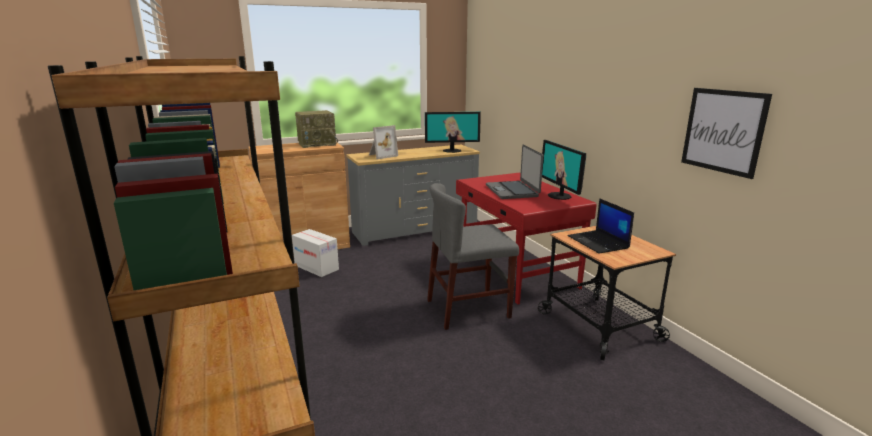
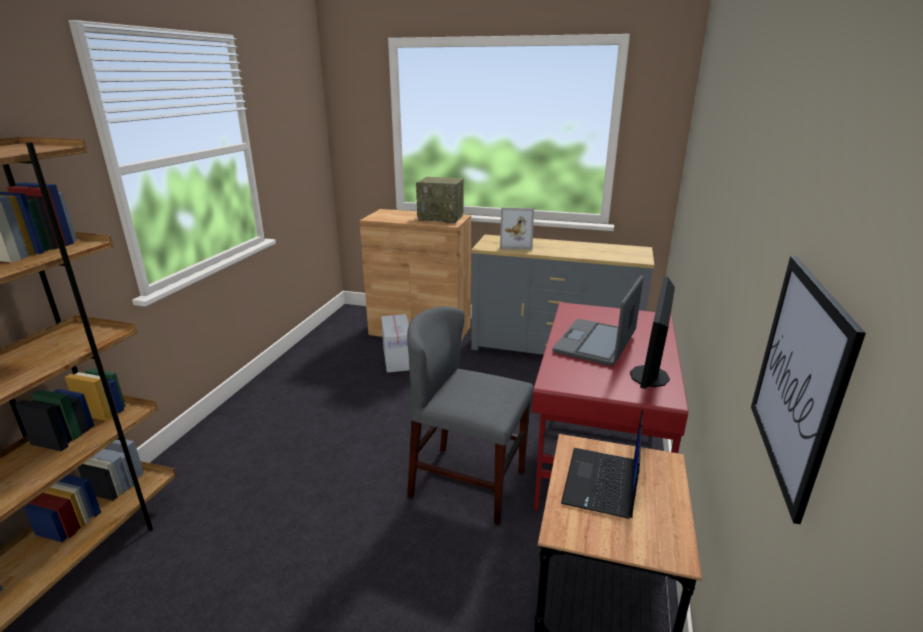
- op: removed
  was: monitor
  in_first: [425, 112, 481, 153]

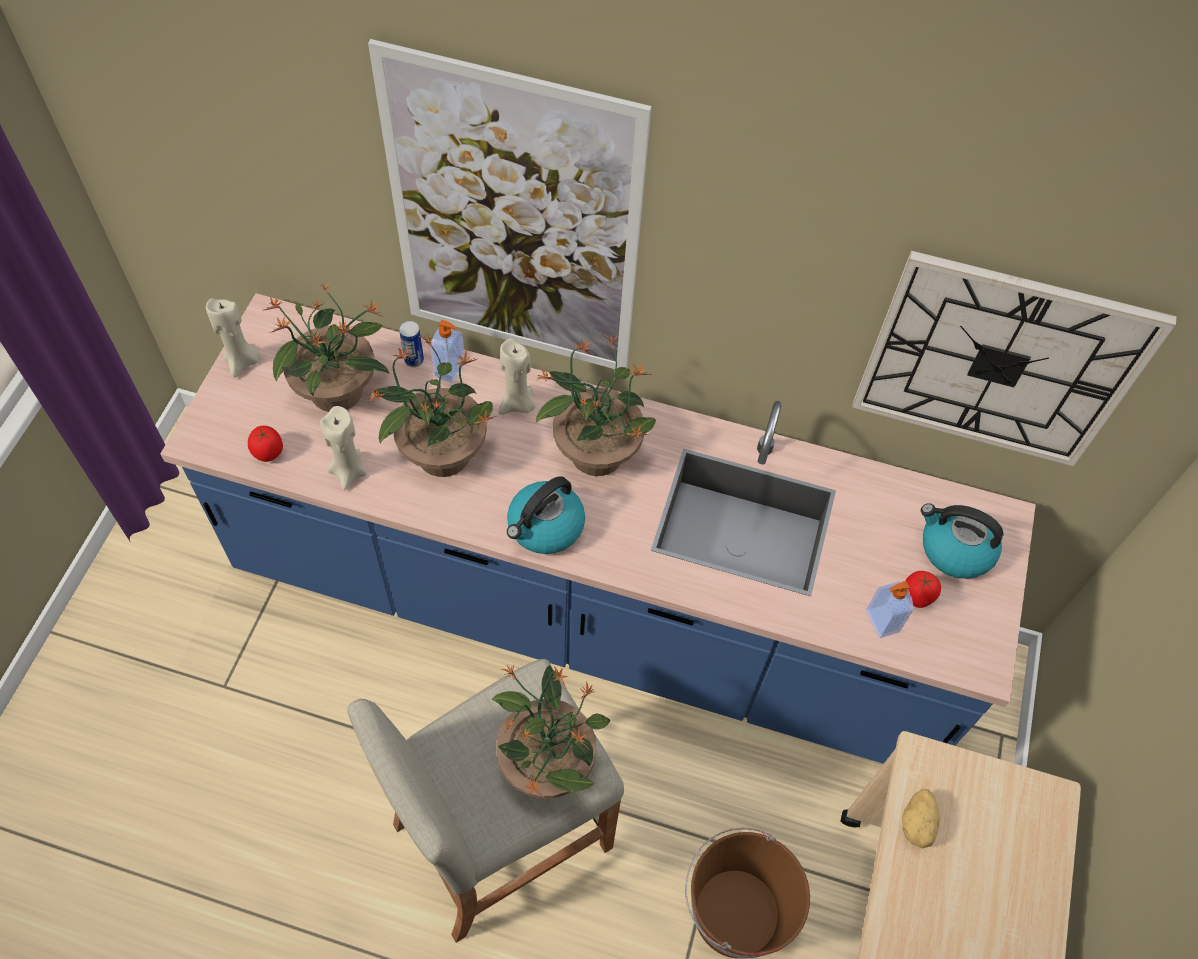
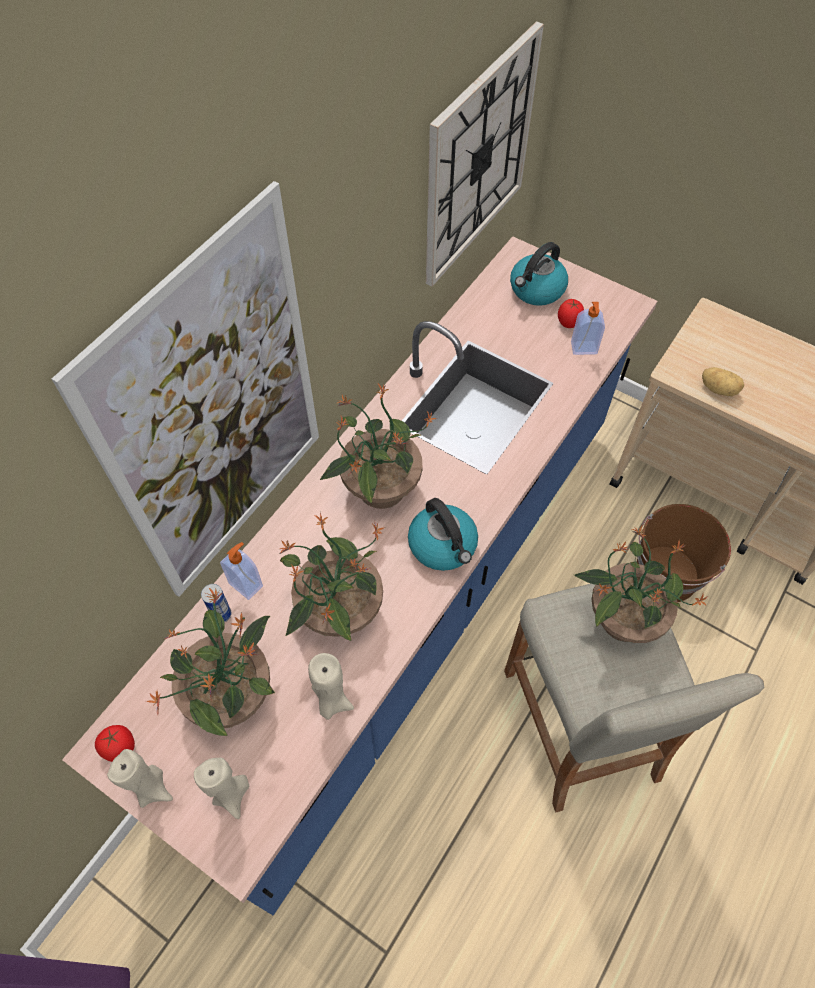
- op: moved
  was: pomidor
  in_first: [248, 426, 283, 462]
  in_second: [95, 725, 135, 762]
- op: moved
  was: świeca/beżowy
  in_first: [499, 338, 536, 415]
  in_second: [194, 758, 249, 819]

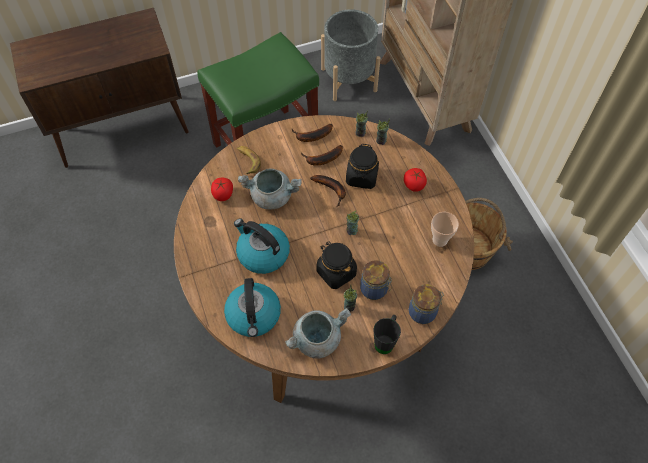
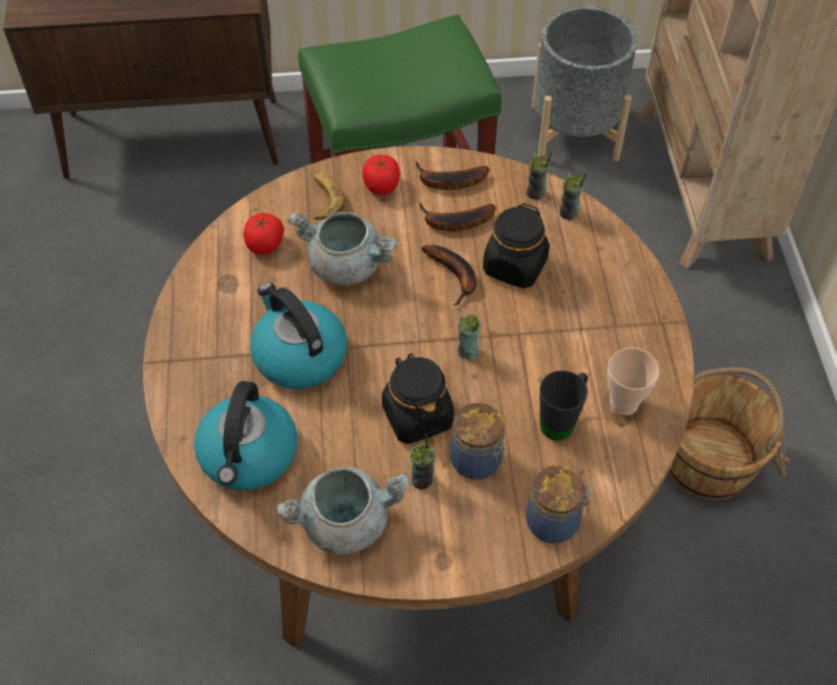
- op: moved
  was: pomidor
  in_first: [404, 168, 427, 192]
  in_second: [363, 155, 400, 195]
- op: moved
  was: kubek/czarny
  in_first: [373, 315, 401, 354]
  in_second: [540, 370, 588, 441]

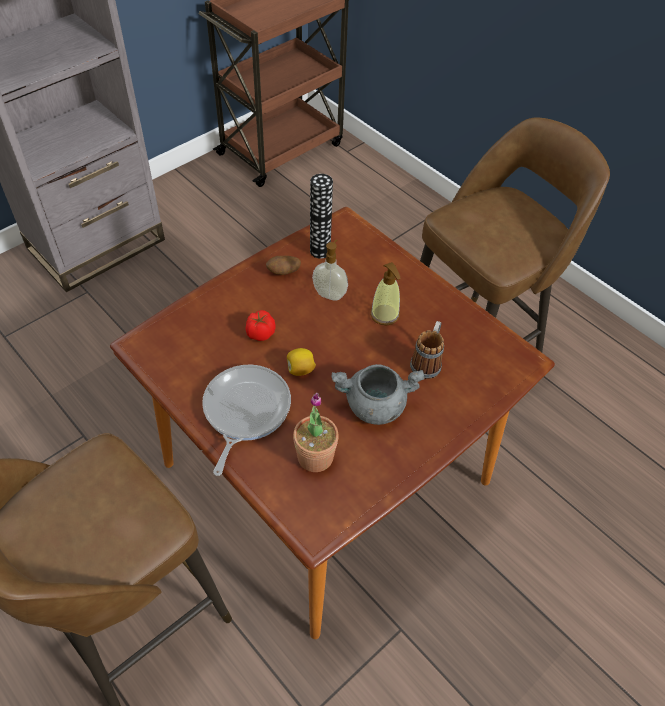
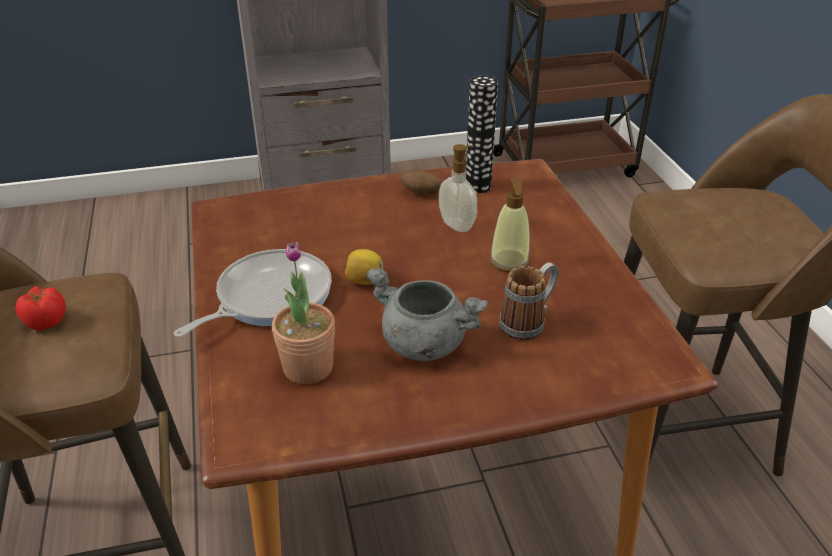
- op: moved
  was: pomidor
  in_first: [245, 310, 276, 341]
  in_second: [15, 286, 66, 331]

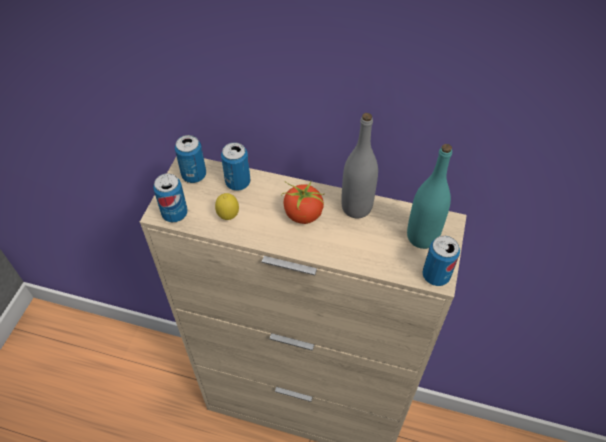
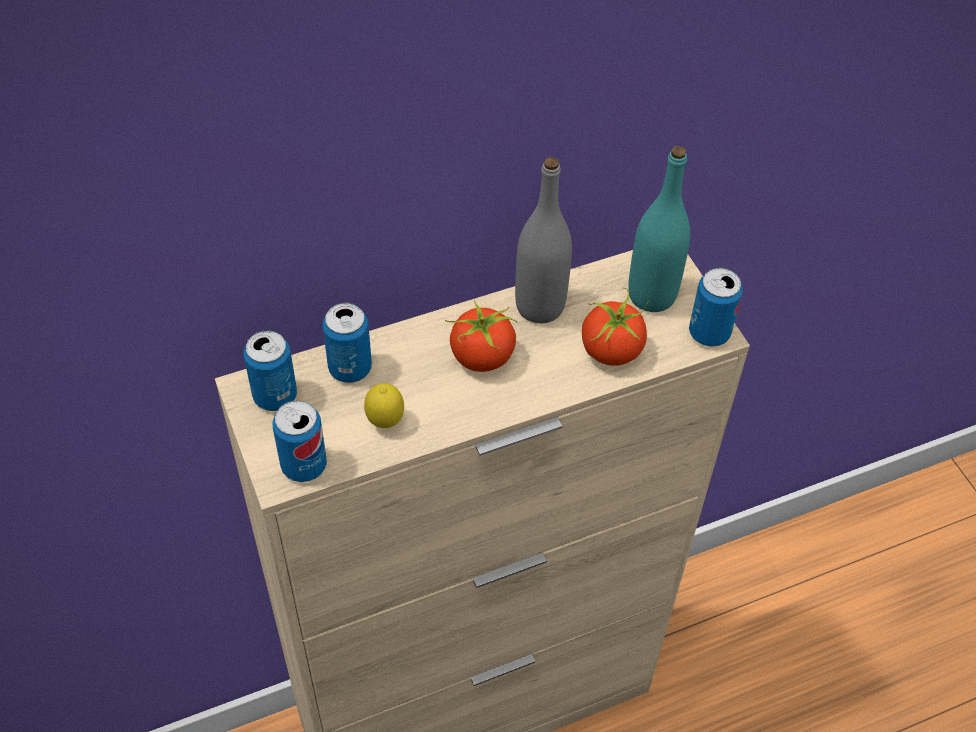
- op: added
  now: pomidor
  in_second: [582, 287, 650, 366]

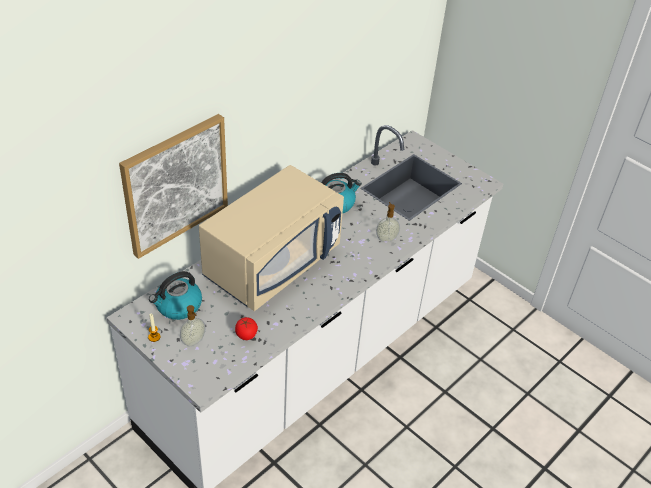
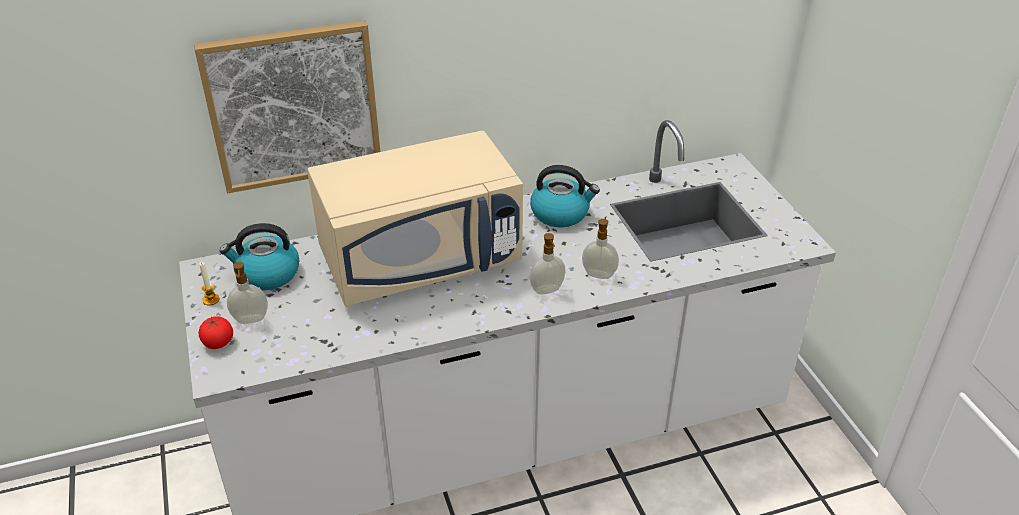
- op: moved
  was: pomidor
  in_first: [235, 317, 258, 340]
  in_second: [199, 316, 233, 349]
- op: added
  now: dozownik mydła
  in_second: [530, 233, 566, 294]

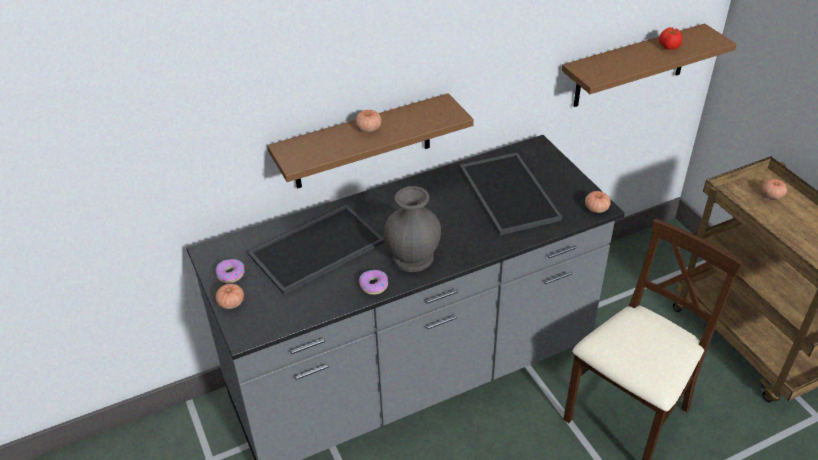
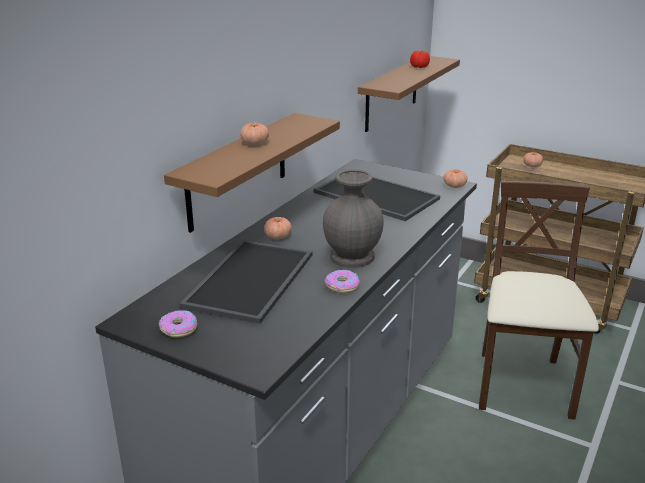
- op: moved
  was: pomidor
  in_first: [216, 284, 244, 309]
  in_second: [264, 217, 292, 239]

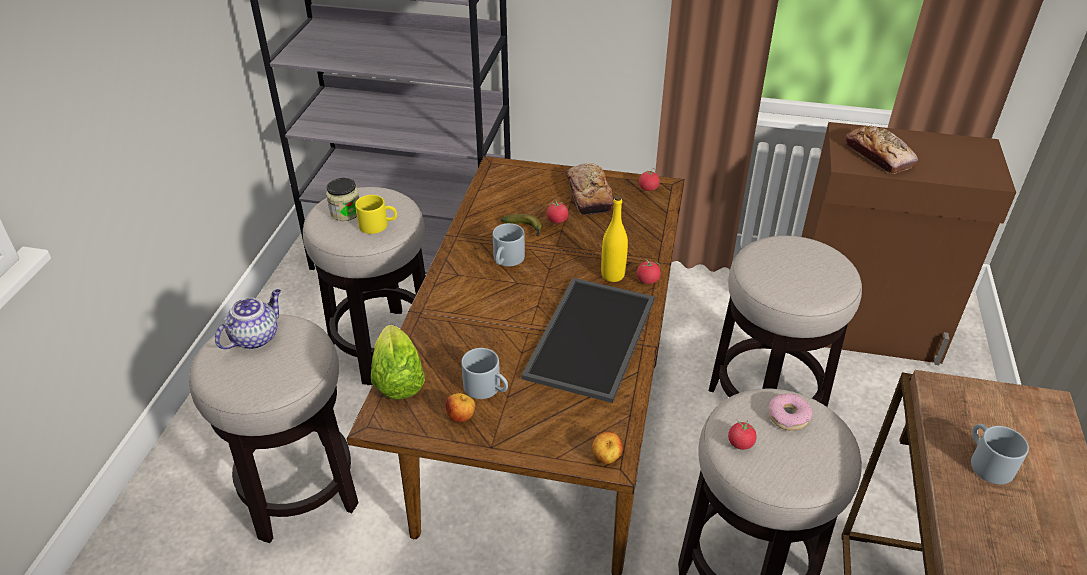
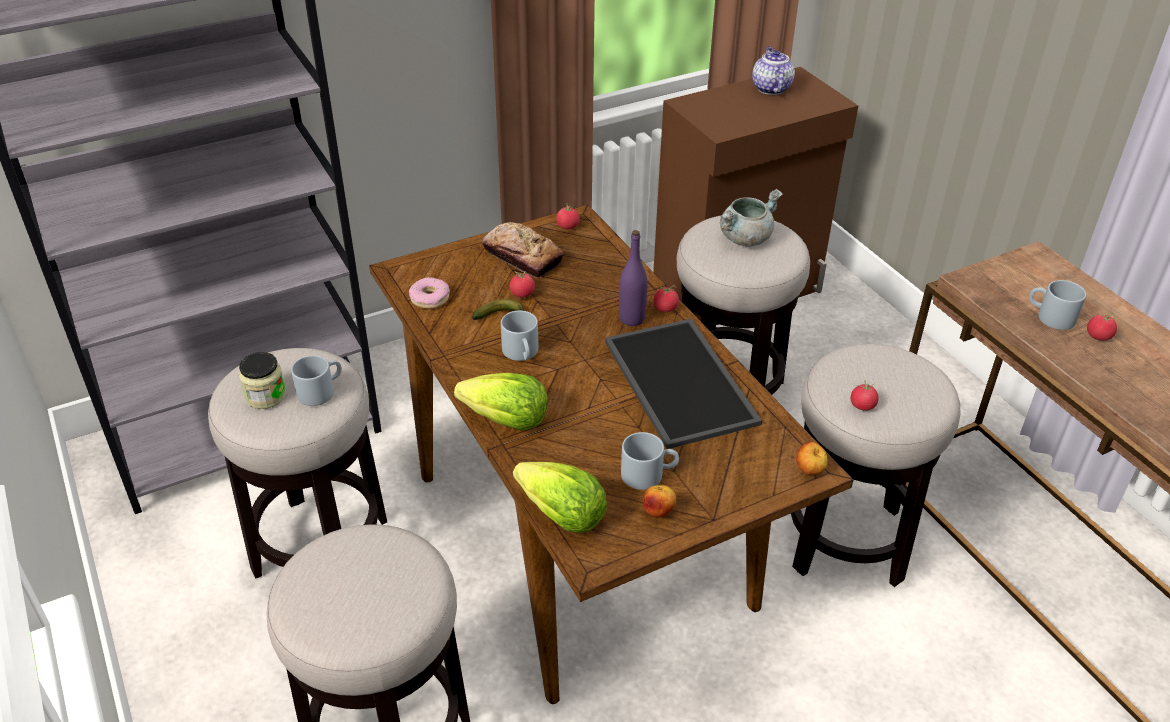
- op: recoloured
  was: kubek/żółty
  now: kubek/szary
  in_first: [355, 195, 397, 234]
  in_second: [291, 355, 342, 406]
- op: moved
  was: donut
  in_first: [768, 393, 812, 431]
  in_second: [409, 277, 450, 309]
- op: added
  now: sałata
  in_second: [454, 373, 548, 431]
- op: recoloured
  was: butelka/żółty
  now: butelka/fioletowy
  in_first: [601, 196, 628, 282]
  in_second: [619, 230, 648, 326]
- op: added
  now: garnek/szary
  in_second: [720, 189, 783, 247]
- op: moved
  was: imbryk
  in_first: [215, 289, 281, 349]
  in_second: [752, 46, 795, 95]
- op: added
  now: pomidor
  in_second: [1087, 312, 1117, 341]
- op: removed
  was: chleb
  in_first: [846, 126, 918, 174]

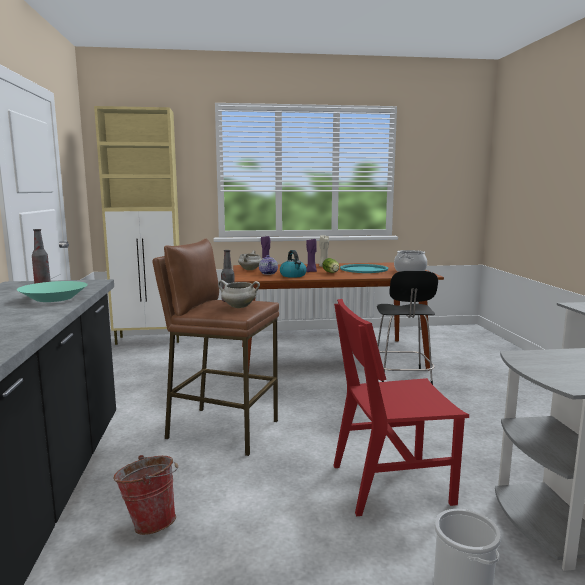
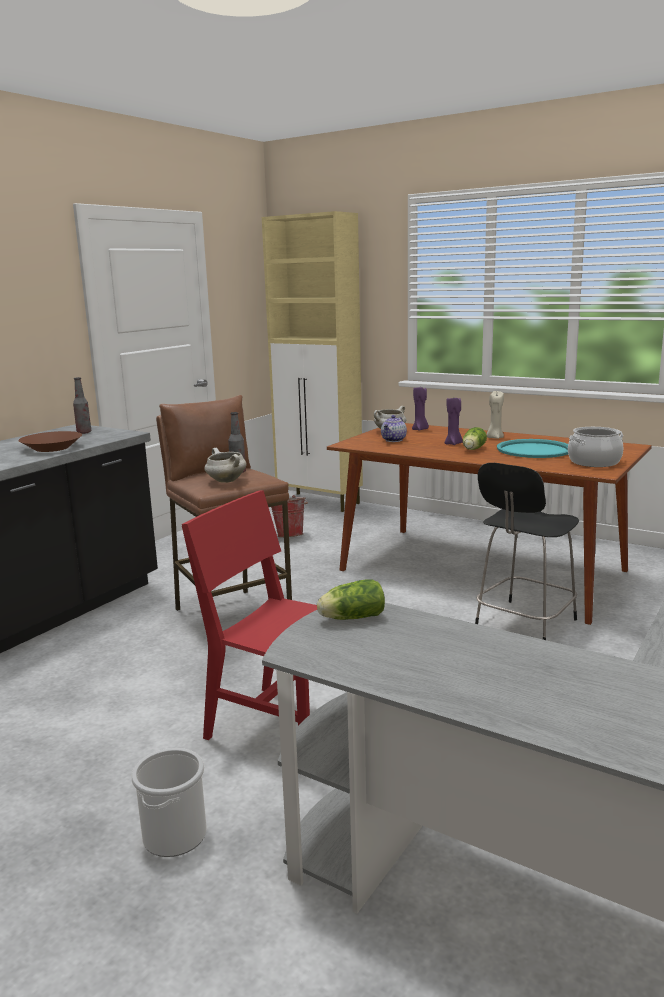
- op: recoloured
  was: miska/turkusowy
  now: miska/brązowy
  in_first: [17, 281, 88, 302]
  in_second: [18, 431, 82, 452]
- op: moved
  was: wiadro
  in_first: [113, 455, 178, 535]
  in_second: [271, 495, 308, 537]
- op: added
  now: sałata
  in_second: [317, 579, 385, 620]
- op: removed
  was: czajnik
  in_first: [280, 250, 307, 278]

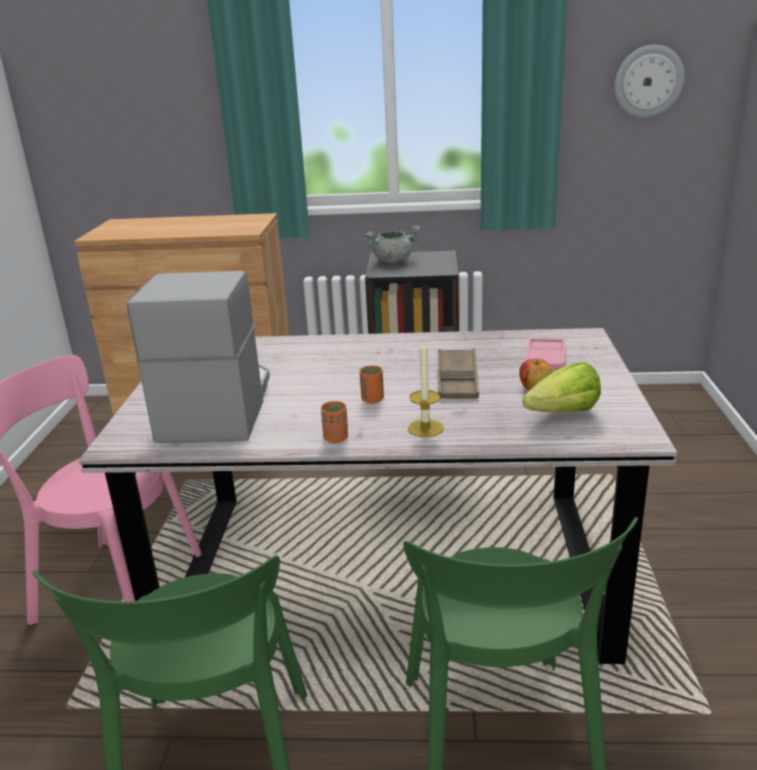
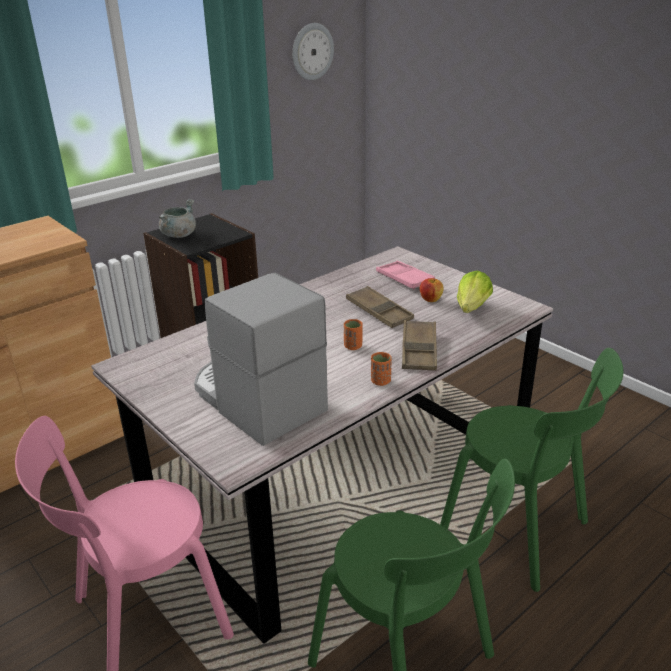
- op: replaced
  was: świeca
  now: taca/brązowy
  in_first: [408, 338, 444, 437]
  in_second: [402, 320, 437, 371]

